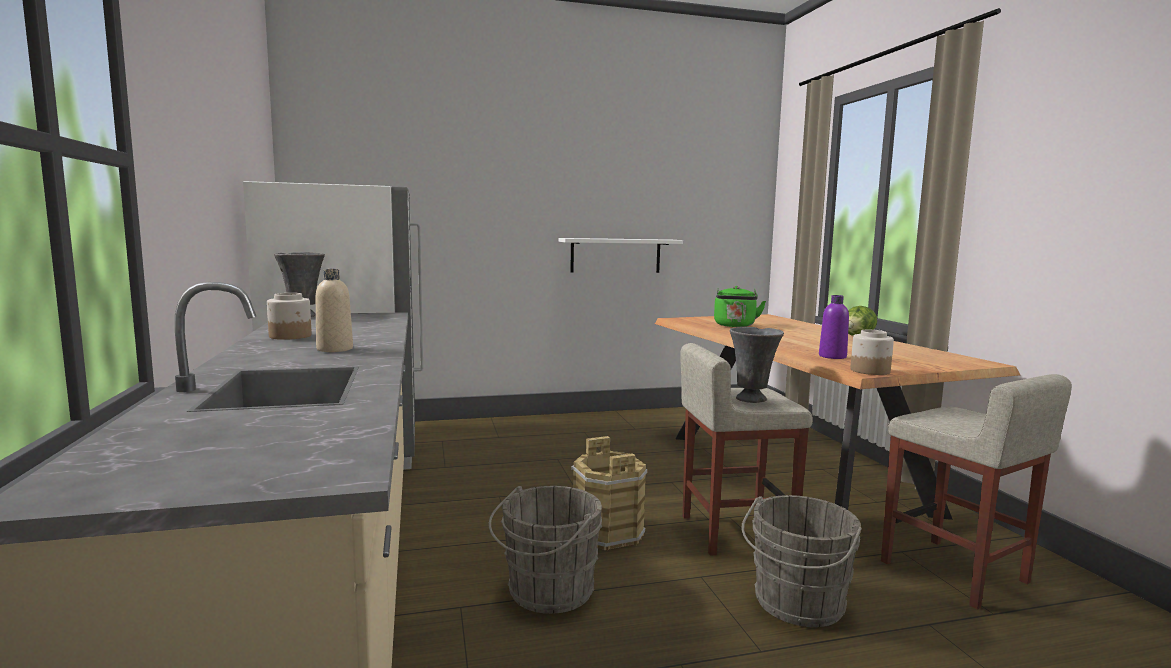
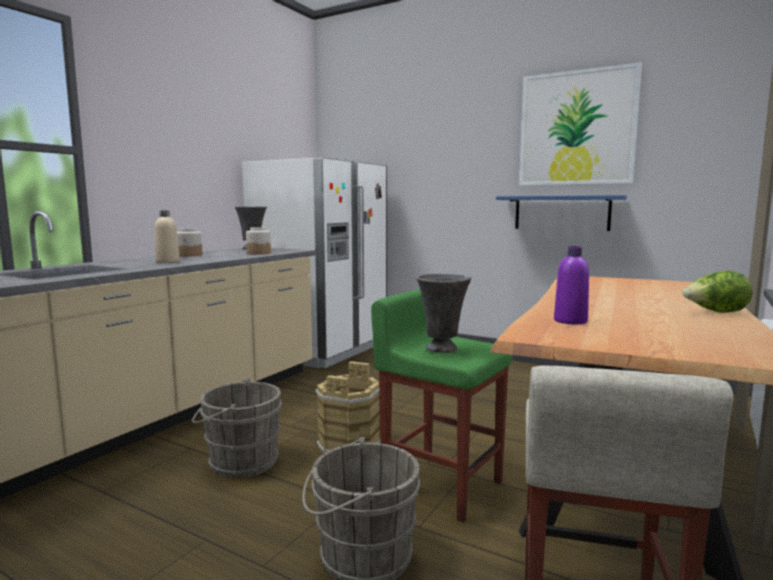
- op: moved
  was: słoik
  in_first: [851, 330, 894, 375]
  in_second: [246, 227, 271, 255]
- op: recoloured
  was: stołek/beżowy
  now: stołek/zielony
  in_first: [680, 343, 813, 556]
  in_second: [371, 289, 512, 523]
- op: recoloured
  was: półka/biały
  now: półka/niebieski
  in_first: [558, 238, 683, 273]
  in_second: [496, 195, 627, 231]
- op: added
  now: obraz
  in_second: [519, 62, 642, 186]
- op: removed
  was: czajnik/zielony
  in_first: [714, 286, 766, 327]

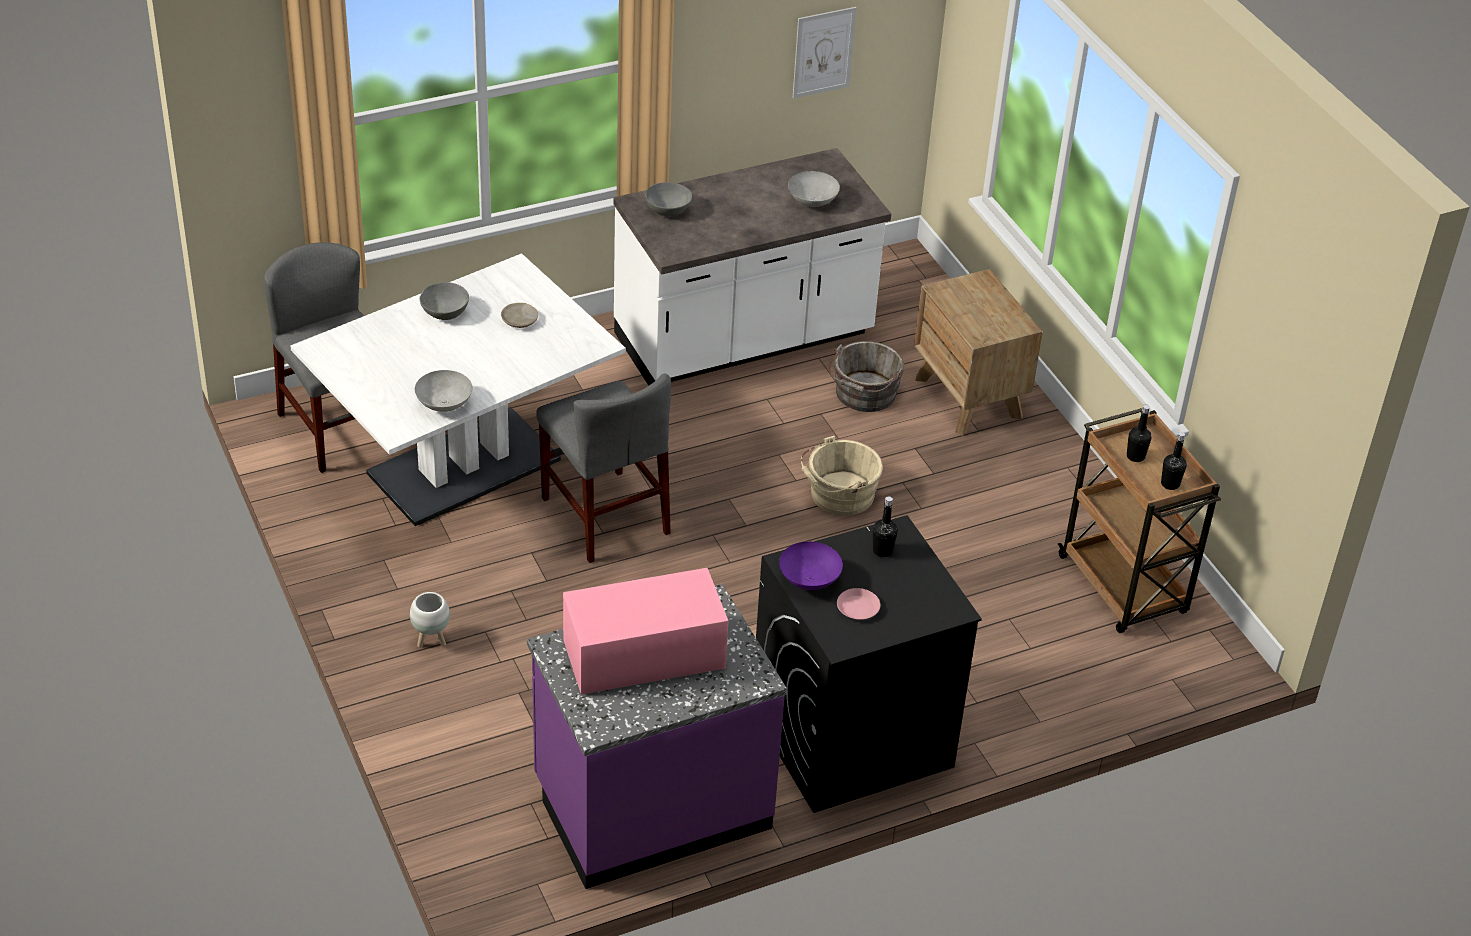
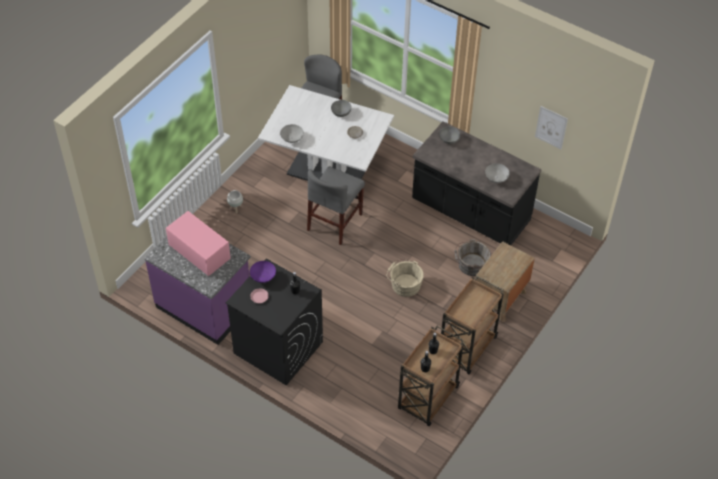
- op: recoloured
  was: zabudowa kuchenna/biały
  now: zabudowa kuchenna/czarny
  in_first: [613, 148, 891, 386]
  in_second: [412, 121, 542, 245]
- op: added
  now: wózek/brązowy
  in_second: [441, 276, 504, 374]

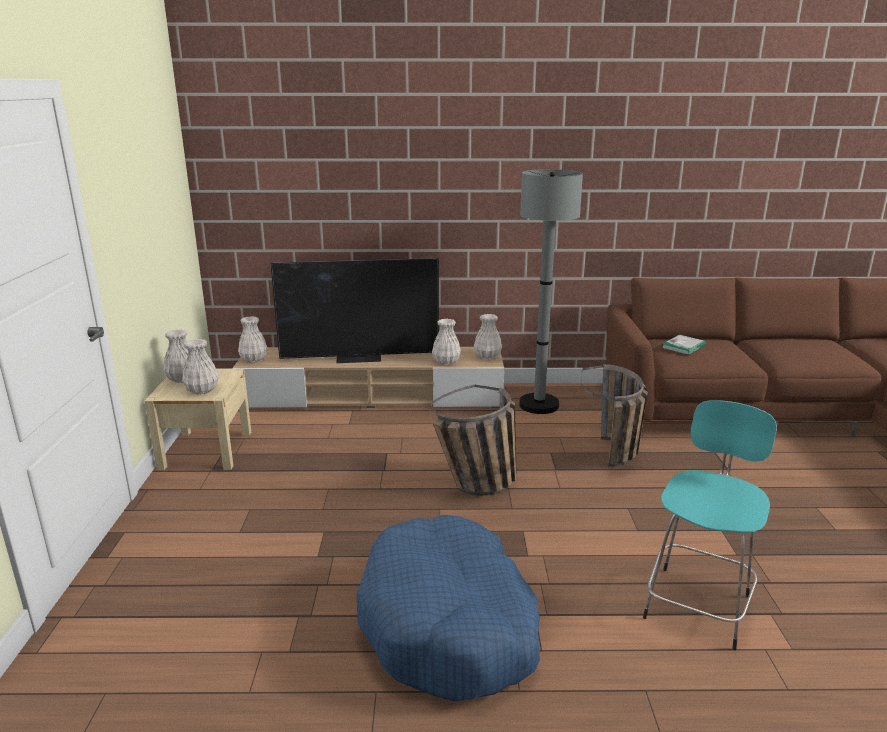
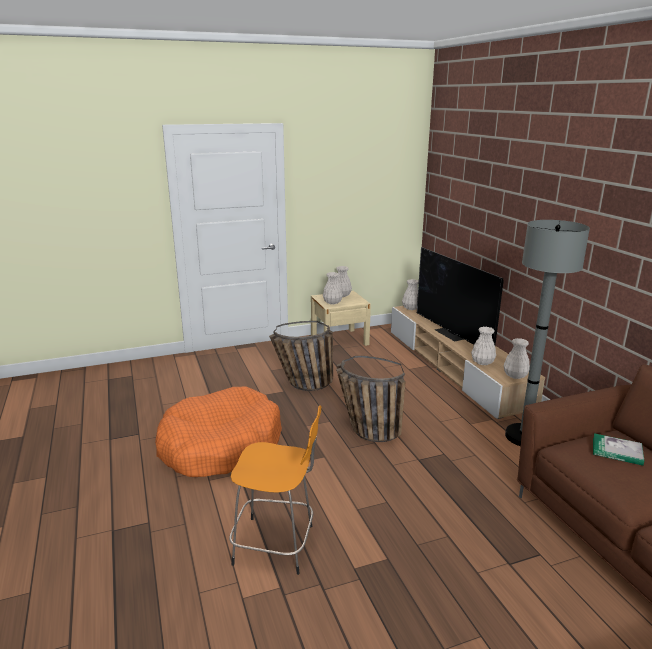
- op: recoloured
  was: legowisko/niebieski
  now: legowisko/pomarańczowy
  in_first: [357, 515, 540, 701]
  in_second: [155, 387, 282, 477]
- op: recoloured
  was: stołek/turkusowy
  now: stołek/pomarańczowy
  in_first: [643, 400, 777, 650]
  in_second: [229, 405, 321, 575]
- op: moved
  was: koszyk
  in_first: [581, 364, 648, 466]
  in_second: [269, 321, 333, 391]

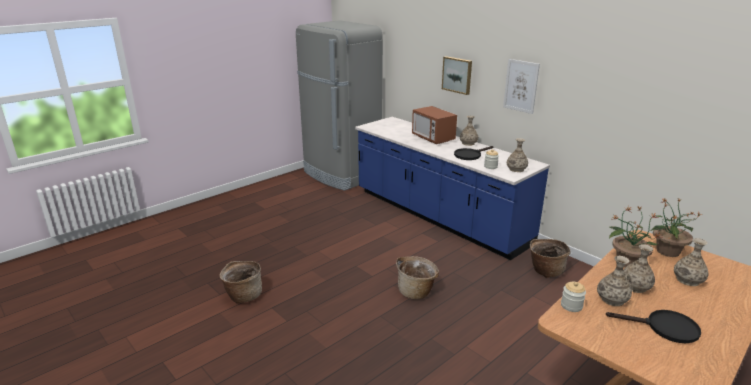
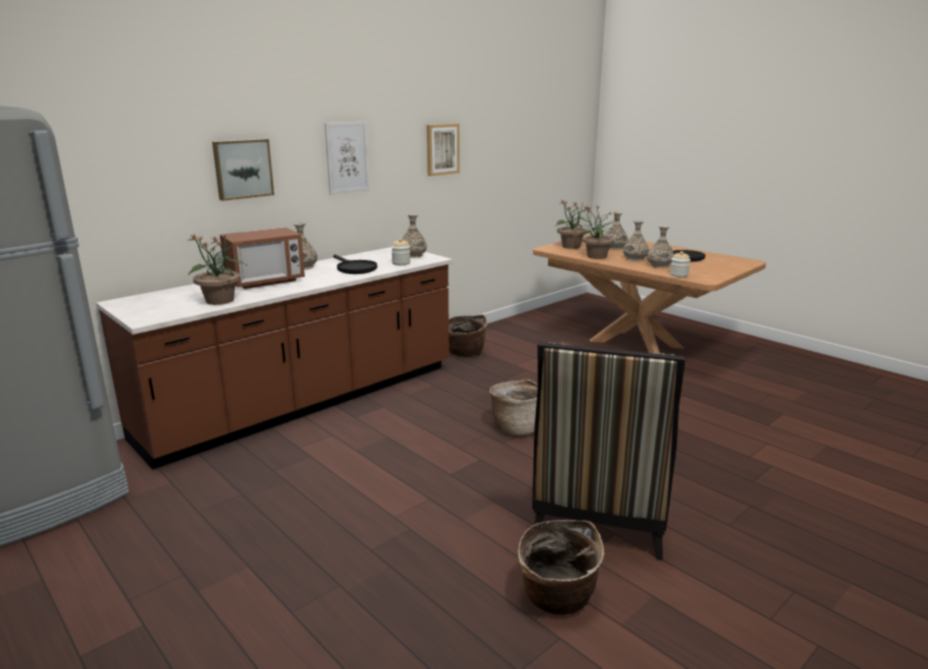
- op: recoloured
  was: zabudowa kuchenna/niebieski
  now: zabudowa kuchenna/brązowy
  in_first: [355, 117, 550, 260]
  in_second: [96, 247, 453, 470]
- op: added
  now: roślina doniczkowa
  in_second: [188, 234, 246, 305]
- op: added
  now: obraz
  in_second: [427, 124, 460, 176]
- op: added
  now: krzesło
  in_second: [532, 342, 686, 561]

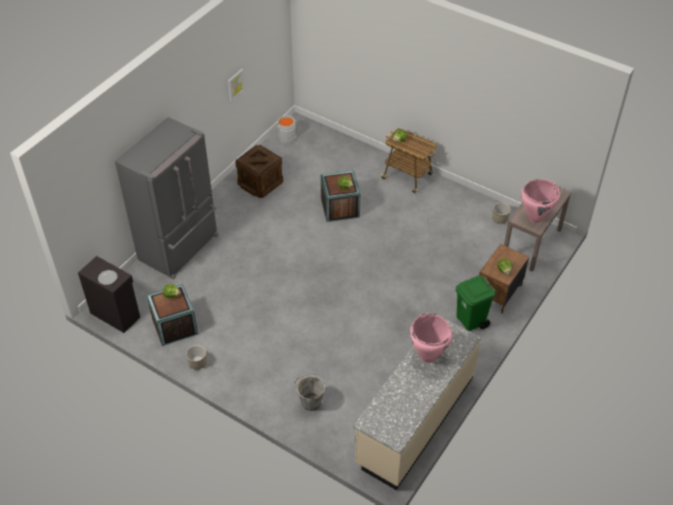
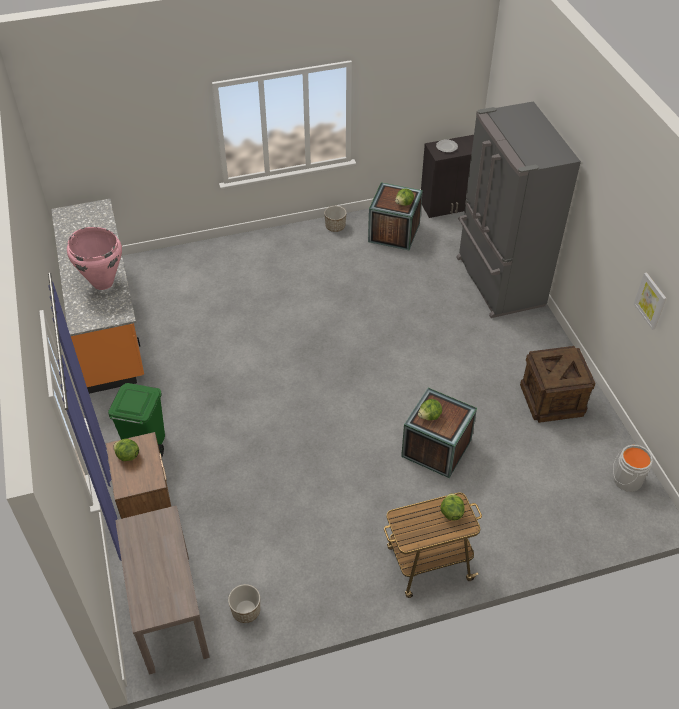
- op: recoloured
  was: zabudowa kuchenna/beżowy
  now: zabudowa kuchenna/pomarańczowy
  in_first: [353, 319, 481, 490]
  in_second: [51, 199, 144, 394]
- op: removed
  was: wiadro/szary
  in_first: [294, 374, 325, 411]
- op: removed
  was: wazon/różowy
  in_first: [521, 179, 560, 223]

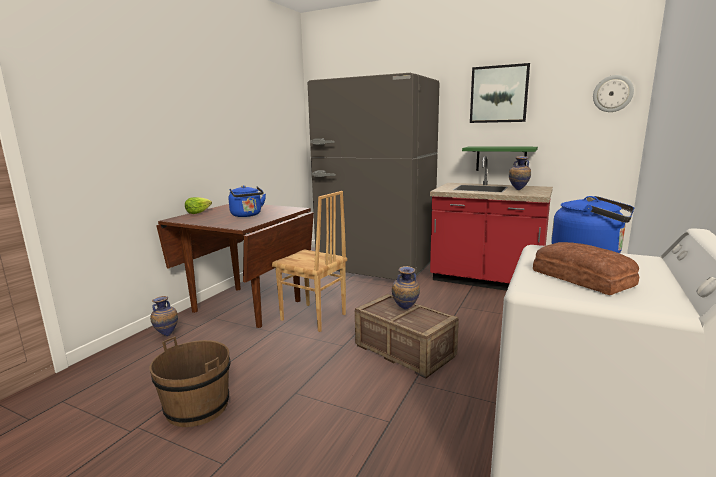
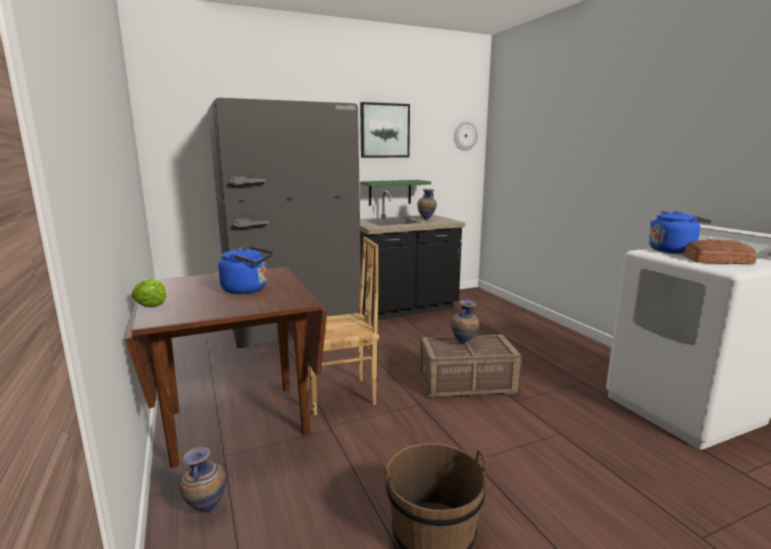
- op: recoloured
  was: zabudowa kuchenna/czerwony
  now: zabudowa kuchenna/czarny
  in_first: [430, 156, 553, 291]
  in_second: [360, 190, 465, 321]

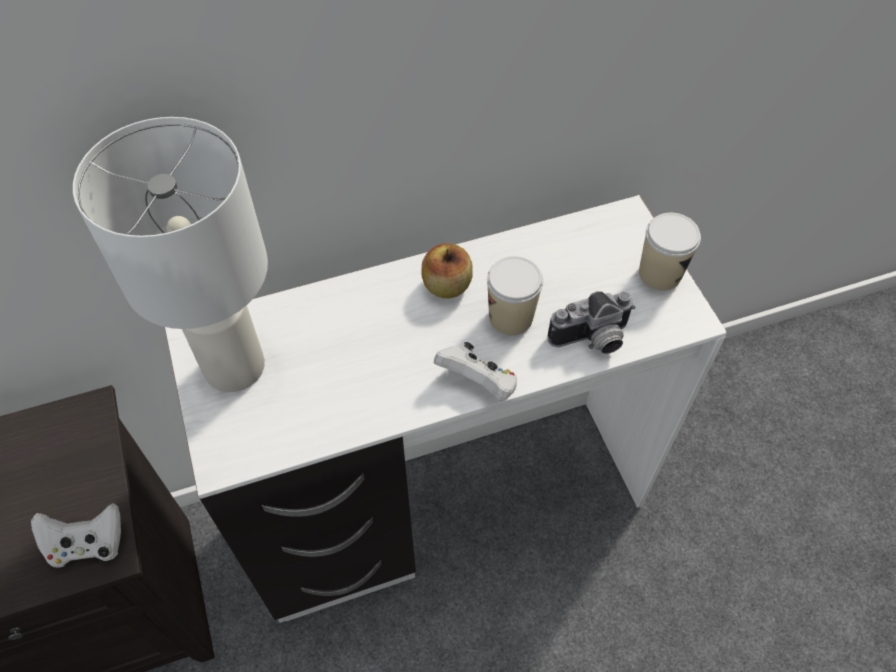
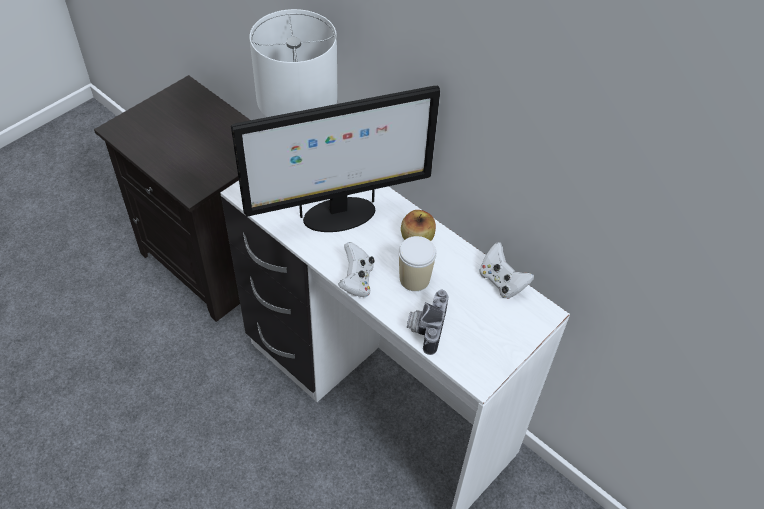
- op: added
  now: monitor
  in_second: [231, 86, 440, 232]
- op: turned
  was: aparat fotograficzny
  in_first: [548, 291, 636, 354]
  in_second: [407, 290, 448, 355]
  clockwise: 60
- op: moved
  was: pad do gier/biały
  in_first: [31, 503, 121, 567]
  in_second: [479, 242, 534, 299]
- op: removed
  was: filiżanka
  in_first: [639, 213, 701, 291]

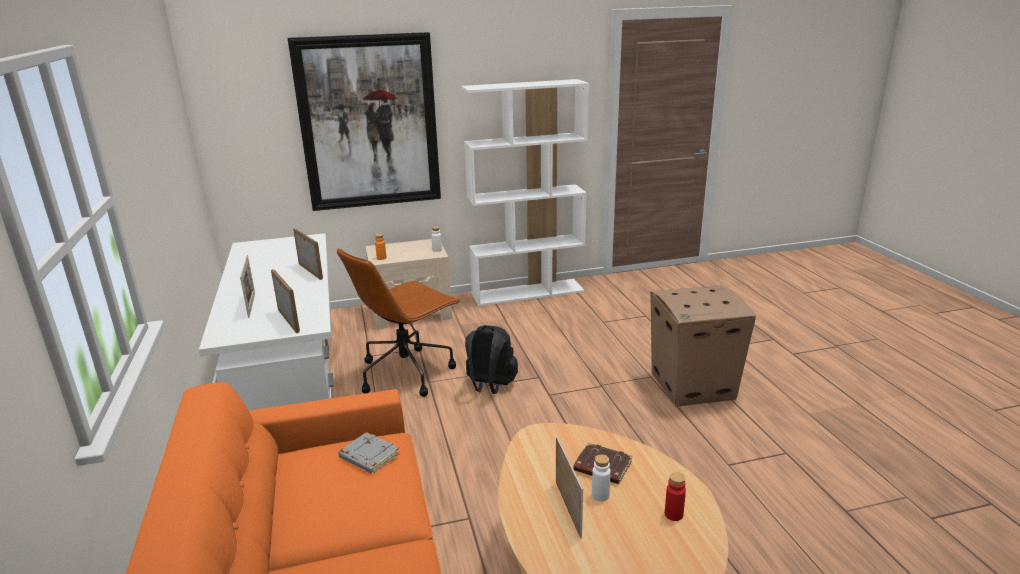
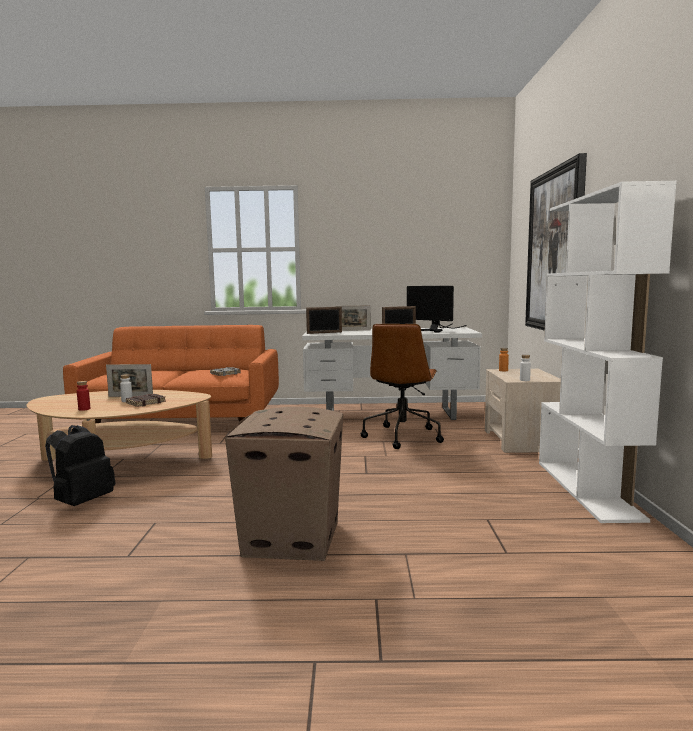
- op: moved
  was: plecak/czarny
  in_first: [465, 325, 518, 394]
  in_second: [45, 425, 116, 506]
- op: turned
  was: krzesło biurowe/brązowy
  in_first: [337, 248, 461, 397]
  in_second: [361, 324, 444, 449]
  clockwise: -135
- op: added
  now: monitor
  in_second: [407, 286, 467, 333]

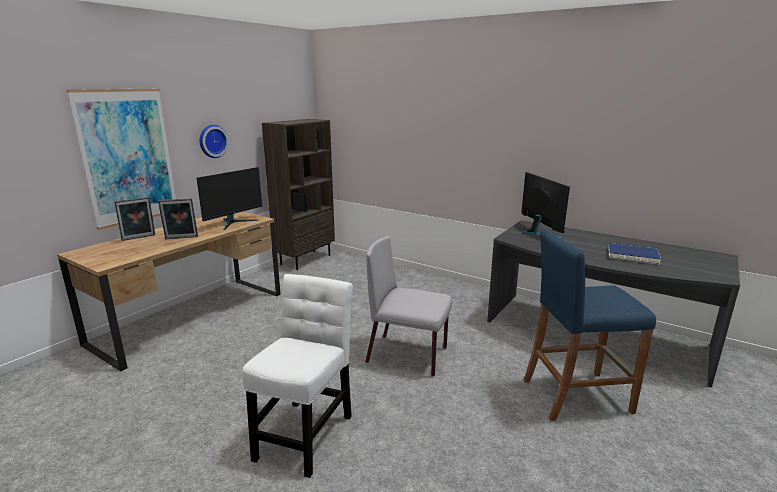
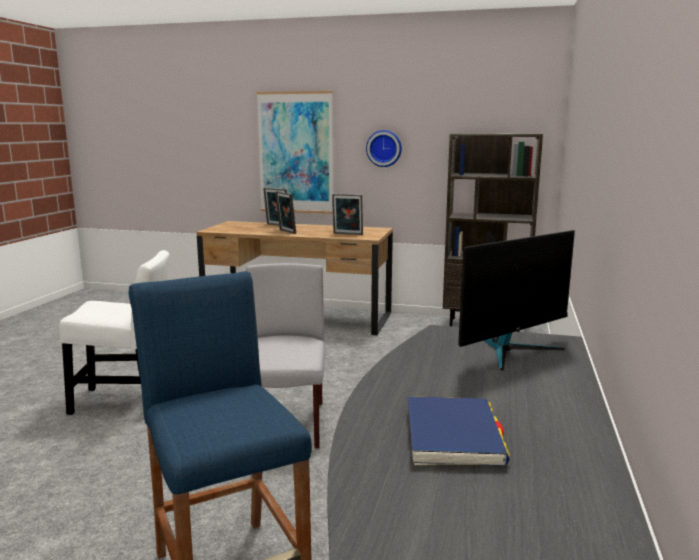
- op: replaced
  was: monitor
  now: ramka na zdjęcie
  in_first: [197, 167, 263, 230]
  in_second: [332, 194, 363, 235]

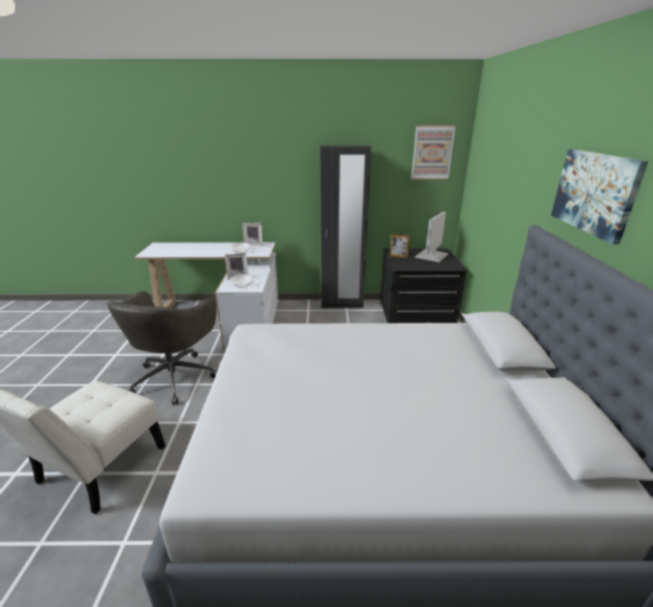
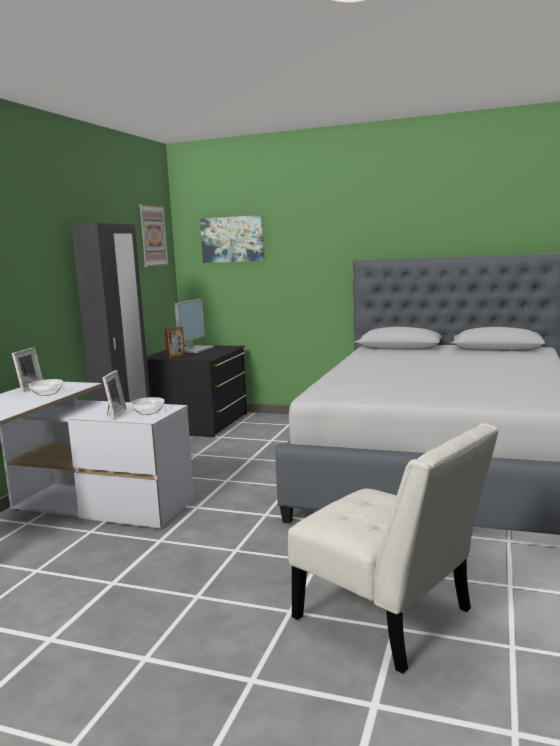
- op: turned
  was: monitor
  in_first: [415, 212, 448, 262]
  in_second: [175, 299, 214, 353]
  clockwise: -120
- op: moved
  was: obraz
  in_first: [551, 149, 648, 244]
  in_second: [200, 215, 265, 263]
- op: removed
  was: krzesło biurowe/szary
  in_first: [106, 291, 217, 405]

